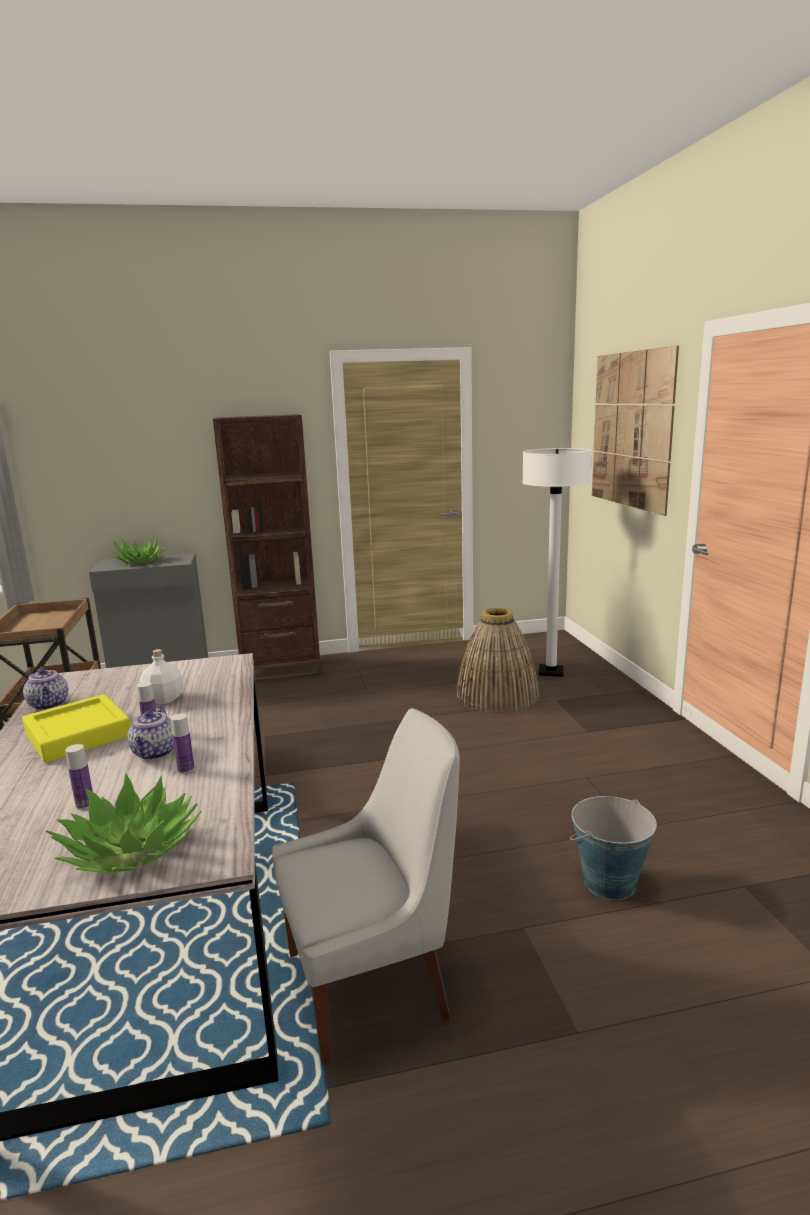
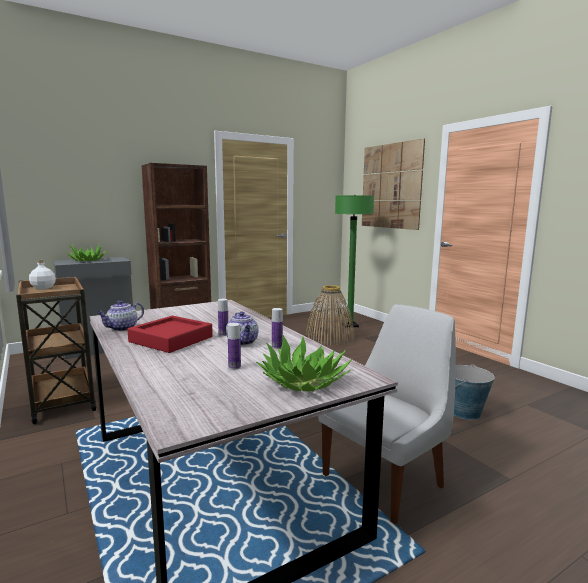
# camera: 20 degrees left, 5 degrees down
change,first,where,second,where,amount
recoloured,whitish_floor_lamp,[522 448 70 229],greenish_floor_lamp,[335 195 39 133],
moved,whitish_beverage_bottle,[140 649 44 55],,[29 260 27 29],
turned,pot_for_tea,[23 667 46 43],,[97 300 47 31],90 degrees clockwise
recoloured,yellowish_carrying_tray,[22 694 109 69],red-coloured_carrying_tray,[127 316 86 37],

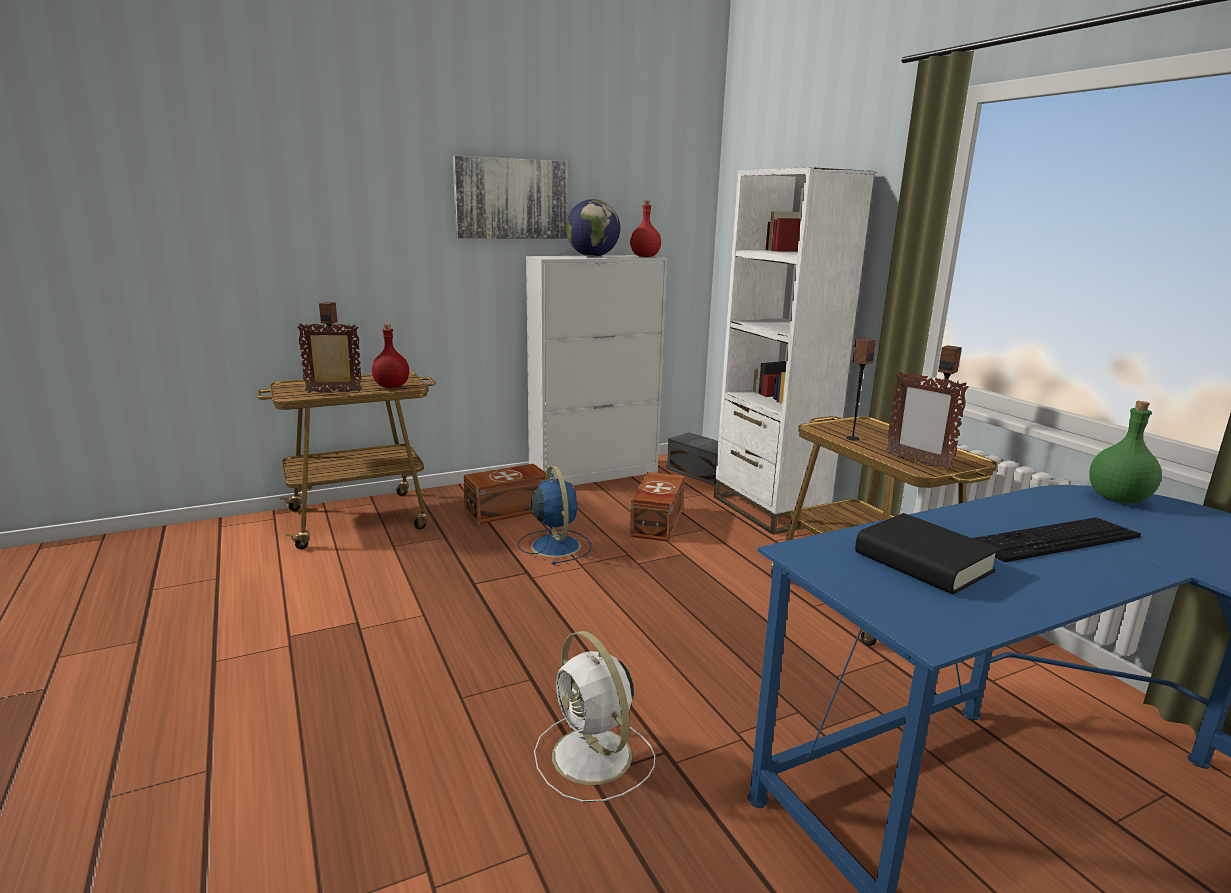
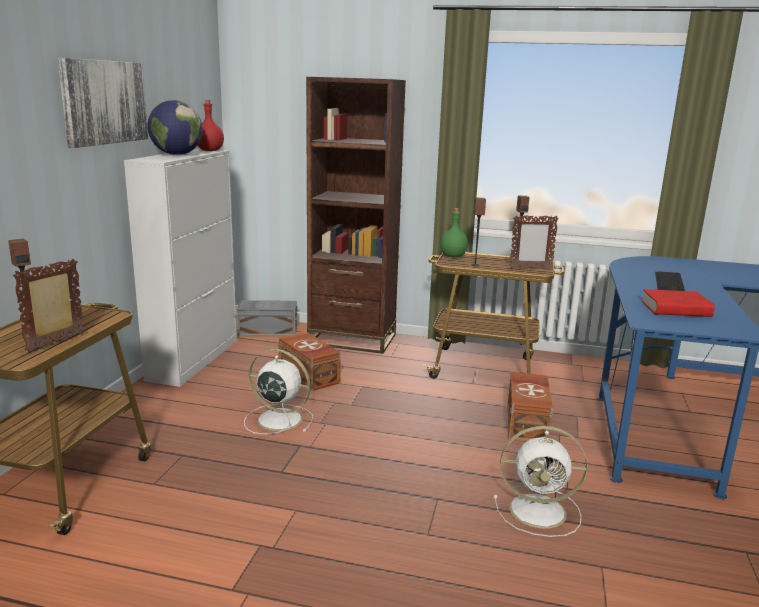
# camera: 50 degrees left, 0 degrees up
change,first,where,second,where,amount
recoloured,whitish_shelving_unit,[714 167 161 368],brown_shelving_unit,[306 77 100 277],
removed,red-coloured_beverage_bottle,[372 324 37 64],,,
moved,greenish_beverage_bottle,[1089 401 73 102],,[440 208 28 49],
moved,brown_storage_bin,[463 464 83 60],,[508 372 45 70],
recoloured,blue_electric_fan,[518 466 73 99],whitish_electric_fan,[244 349 69 85],
recoloured,black-coloured_volume,[855 513 145 81],red-coloured_volume,[641 289 74 28],

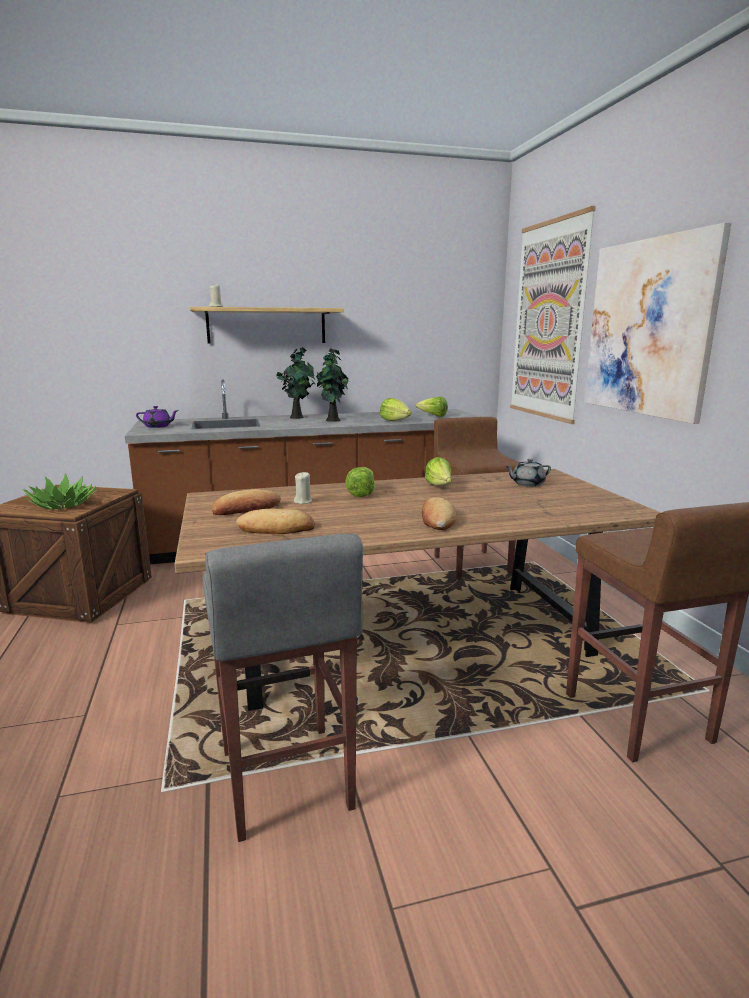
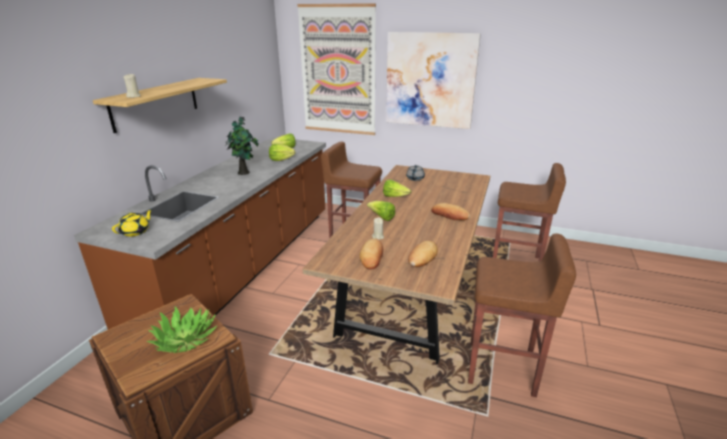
# camera: 55 degrees left, 10 degrees up
change,first,where,second,where,amount
removed,potted_plant,[276 347 39 72],,,
recoloured,purple_pot_for_tea,[136 406 43 22],yellowish_pot_for_tea,[112 209 40 28],
recoloured,greyish_sitting_stool,[203 533 160 309],brown_sitting_stool,[468 233 108 164],

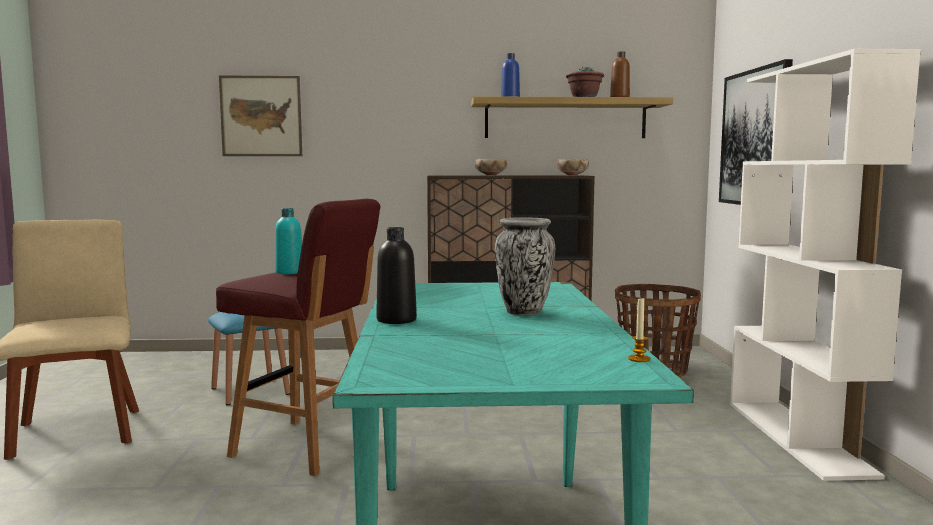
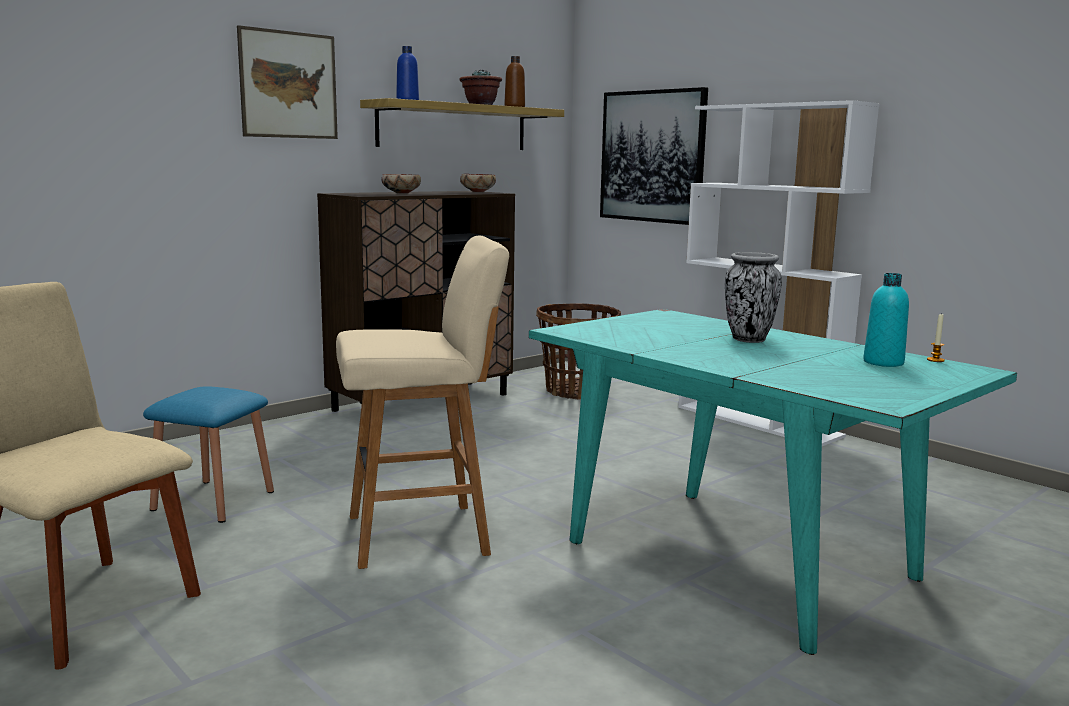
# camera: 40 degrees left, 5 degrees up
change,first,where,second,where,amount
moved,wall_picture,[219 75 83 81],,[237 25 101 114],
recoloured,red-coloured_sitting_stool,[216 199 164 277],sand-coloured_sitting_stool,[336 236 173 333],
moved,blue-green_beverage_bottle,[275 208 27 66],,[863 273 46 94],
removed,black-coloured_beverage_bottle,[376 227 41 97],,,

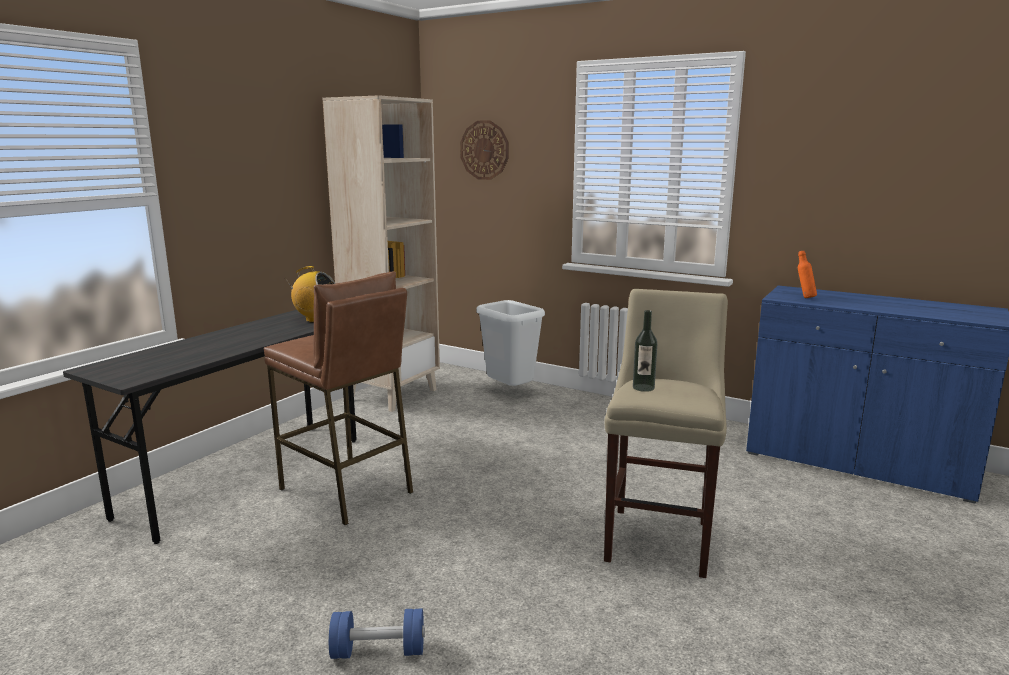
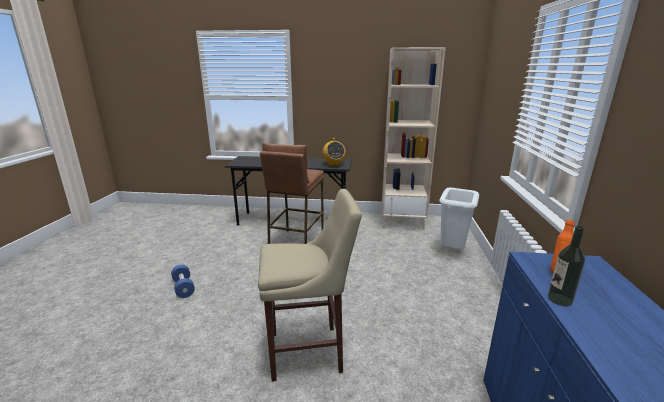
# camera: 65 degrees right, 5 degrees up
change,first,where,second,where,amount
removed,wall_clock,[460 120 49 60],,,
moved,beverage_bottle,[633 310 25 82],,[548 226 37 81],

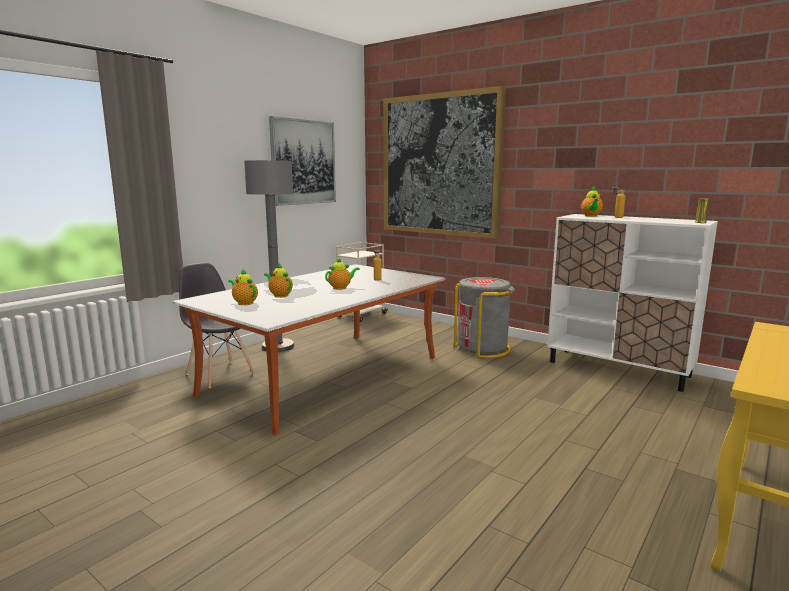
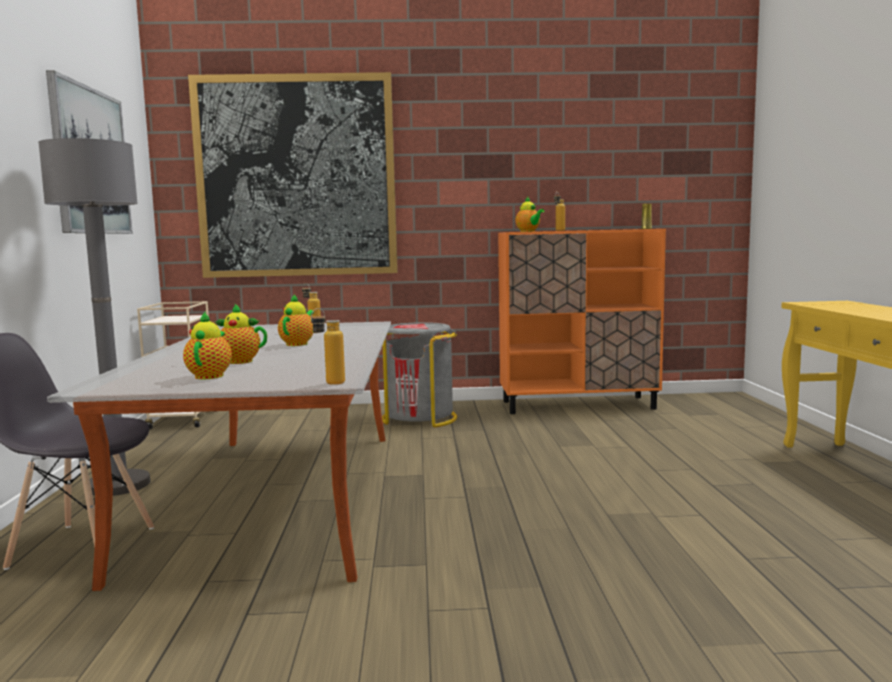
# camera: 40 degrees left, 5 degrees down
change,first,where,second,where,amount
recoloured,whitish_cabinet,[547 214 171 178],orangey_cabinet,[498 229 168 185],
turned,pot_for_tea,[228 269 30 36],,[183 311 49 68],90 degrees clockwise
added,,,beverage_bottle,[311 308 34 77],

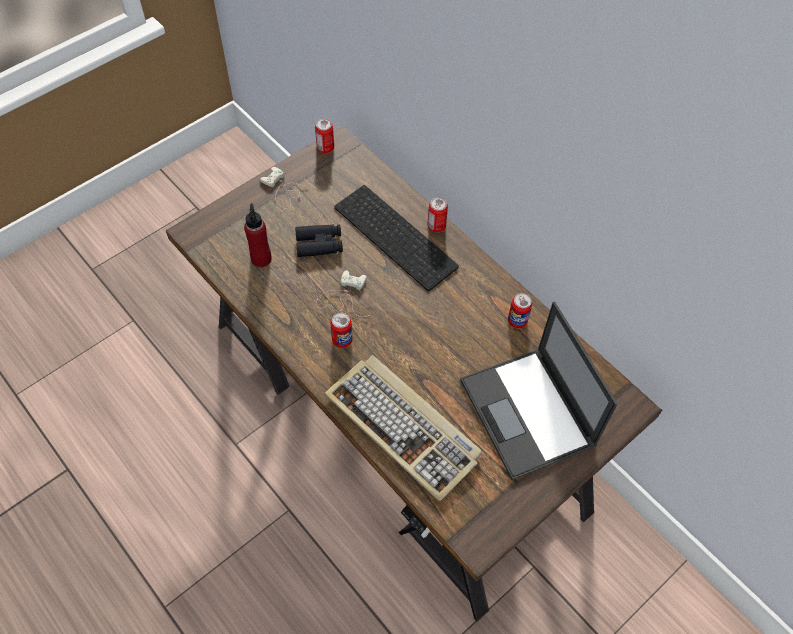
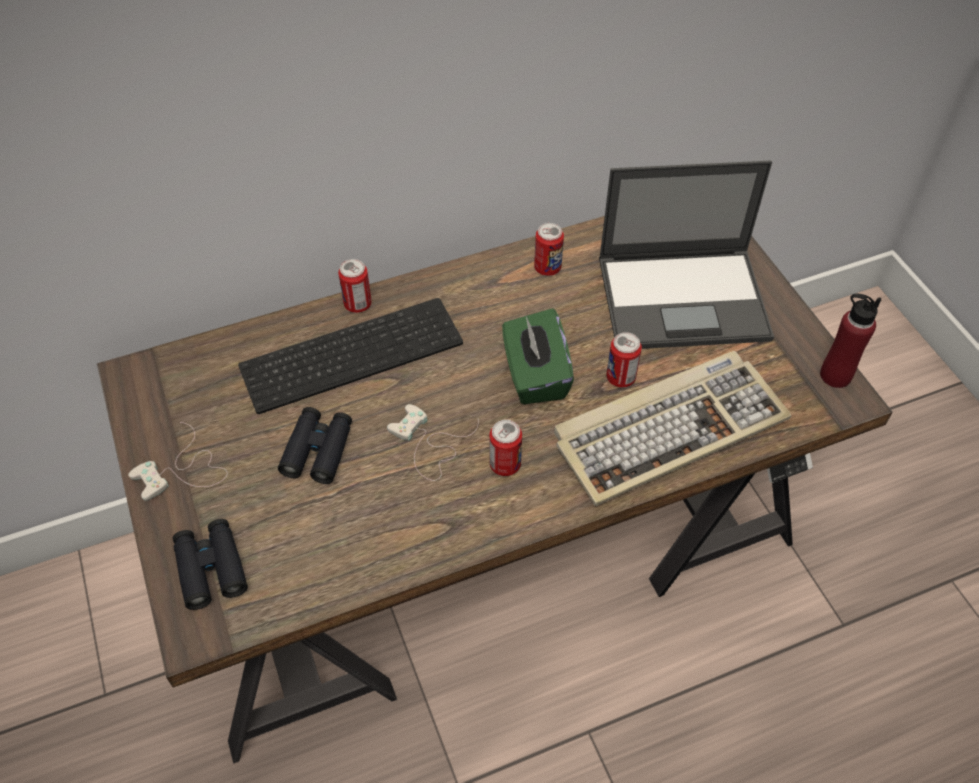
# camera: 70 degrees left, 5 degrees down
change,first,where,second,where,amount
moved,can,[315 119 19 34],,[606 332 36 55],
moved,red-coloured_beverage_bottle,[244 203 28 64],,[820 293 61 95],
added,,,greenish_tissue_holder,[502 308 72 96],
added,,,black-coloured_field_glasses,[173 519 75 91],

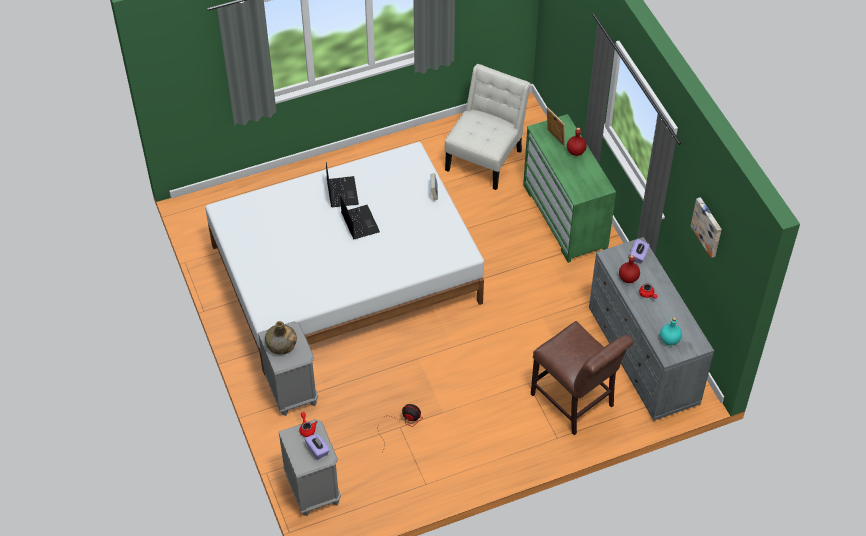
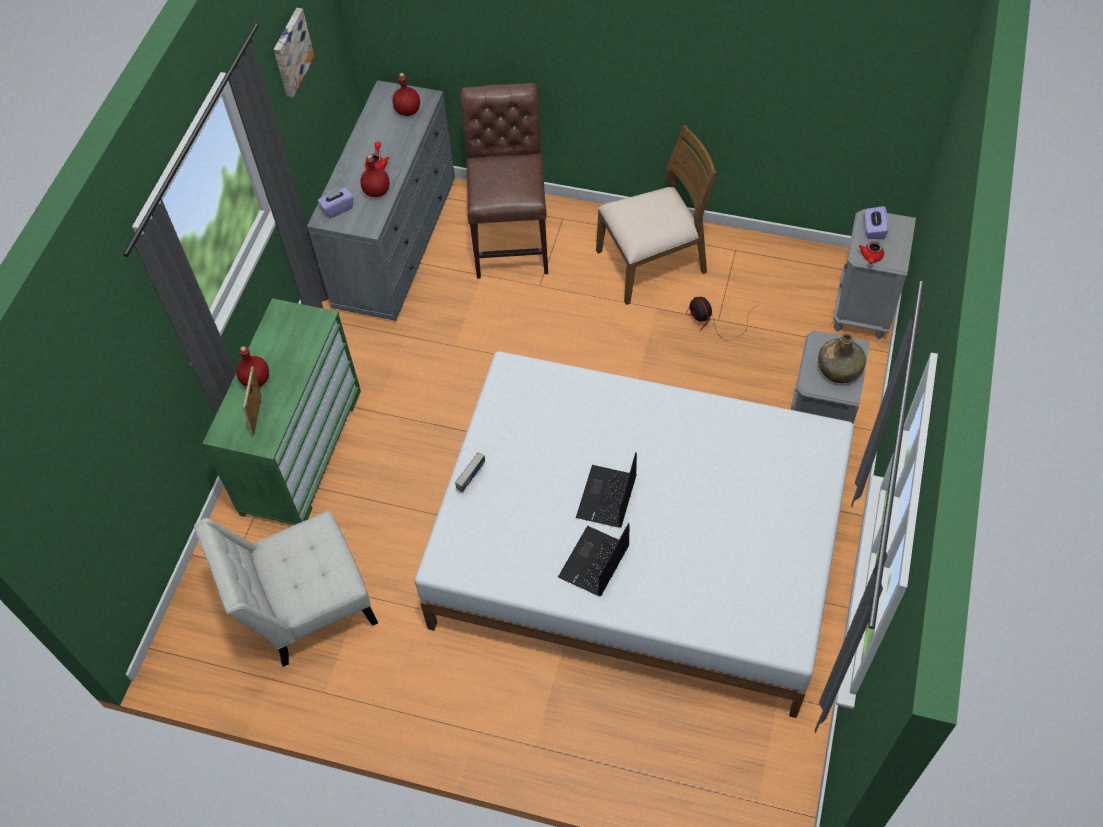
# camera: 140 degrees left, 5 degrees up
change,first,where,second,where,amount
recoloured,blue-green_beverage_bottle,[660 317 22 28],red-coloured_beverage_bottle,[393 73 27 43],
added,,,brown_chair,[596 125 121 180],

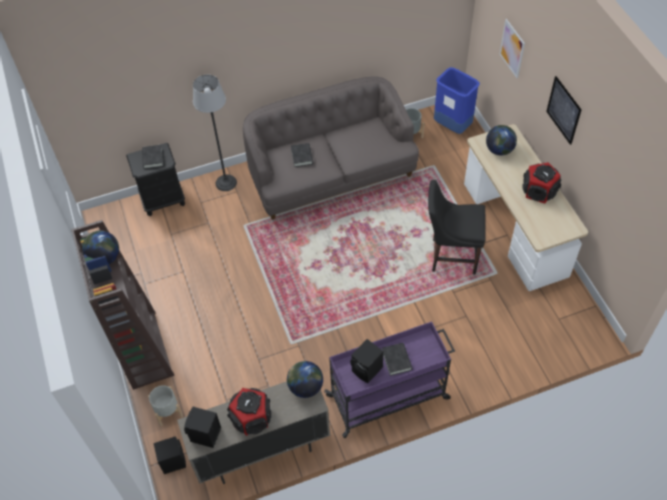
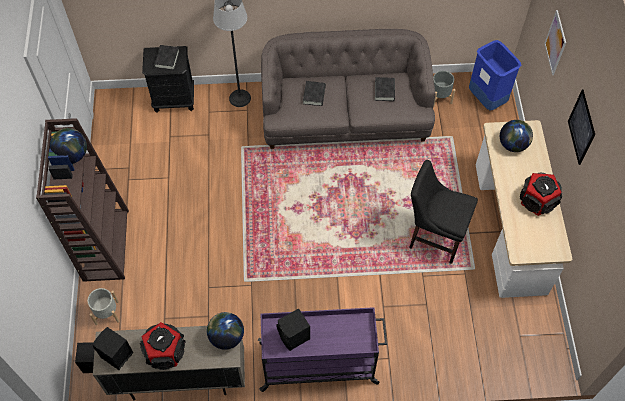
# camera: 15 degrees right, 5 degrees up
change,first,where,second,where,amount
moved,black-coloured_volume,[382 343 30 33],,[375 77 20 24],

